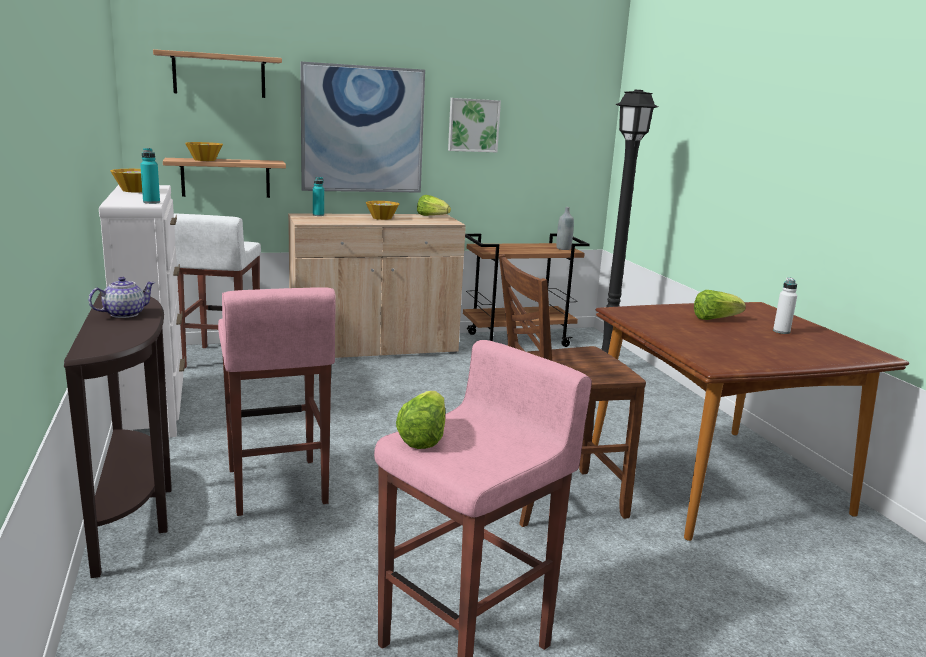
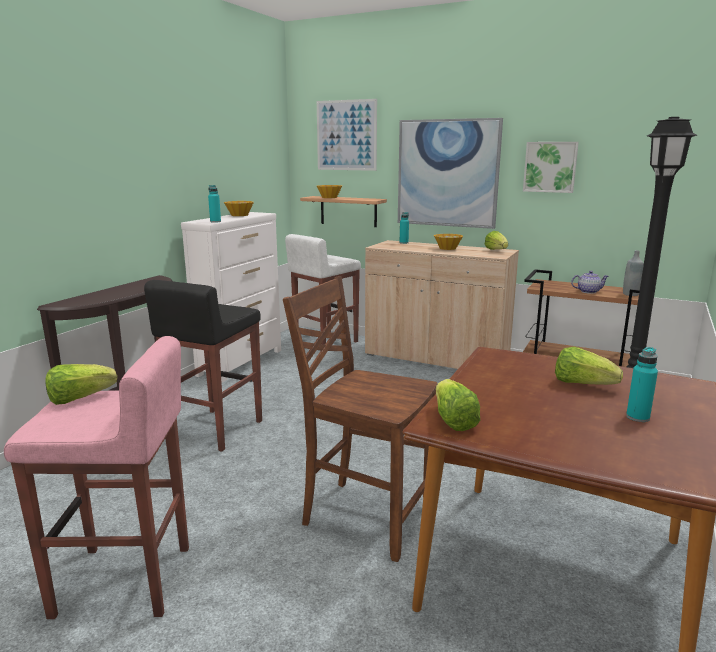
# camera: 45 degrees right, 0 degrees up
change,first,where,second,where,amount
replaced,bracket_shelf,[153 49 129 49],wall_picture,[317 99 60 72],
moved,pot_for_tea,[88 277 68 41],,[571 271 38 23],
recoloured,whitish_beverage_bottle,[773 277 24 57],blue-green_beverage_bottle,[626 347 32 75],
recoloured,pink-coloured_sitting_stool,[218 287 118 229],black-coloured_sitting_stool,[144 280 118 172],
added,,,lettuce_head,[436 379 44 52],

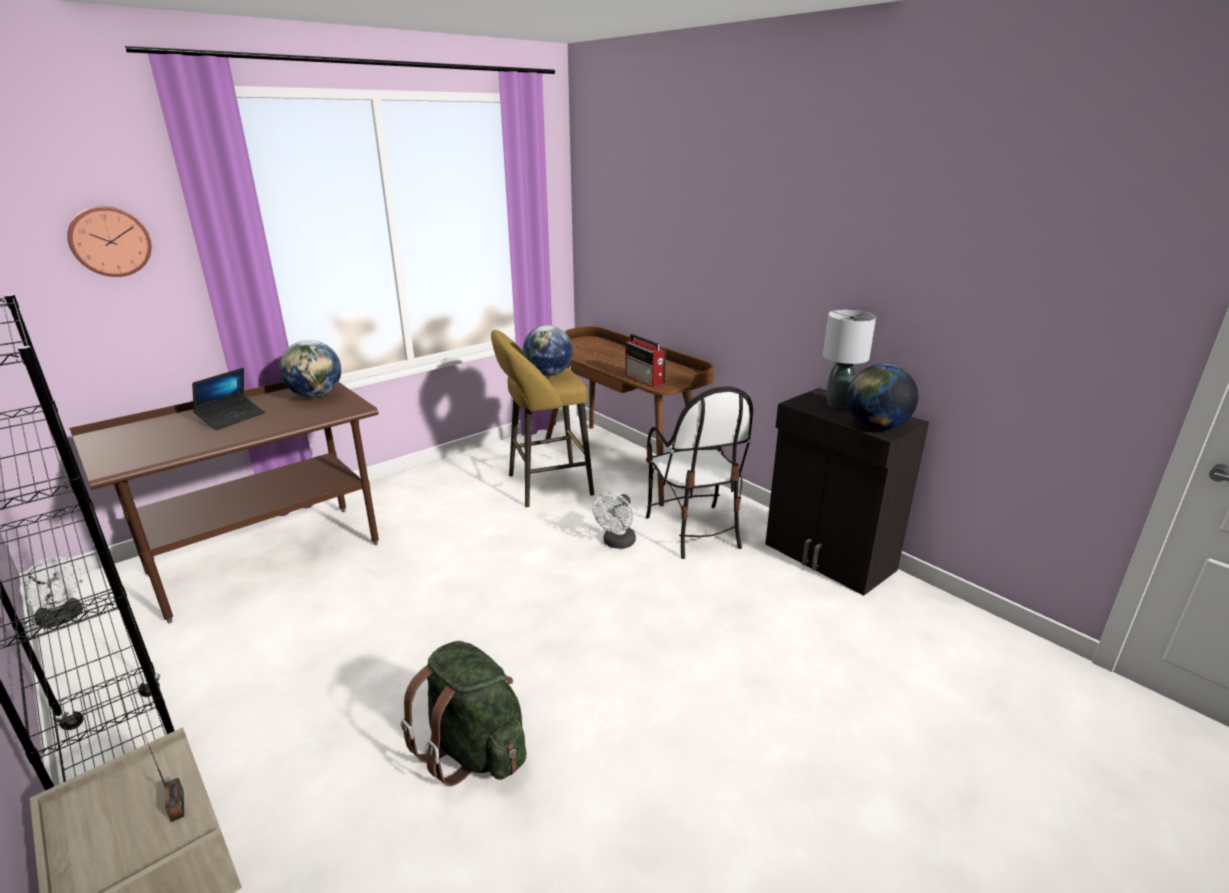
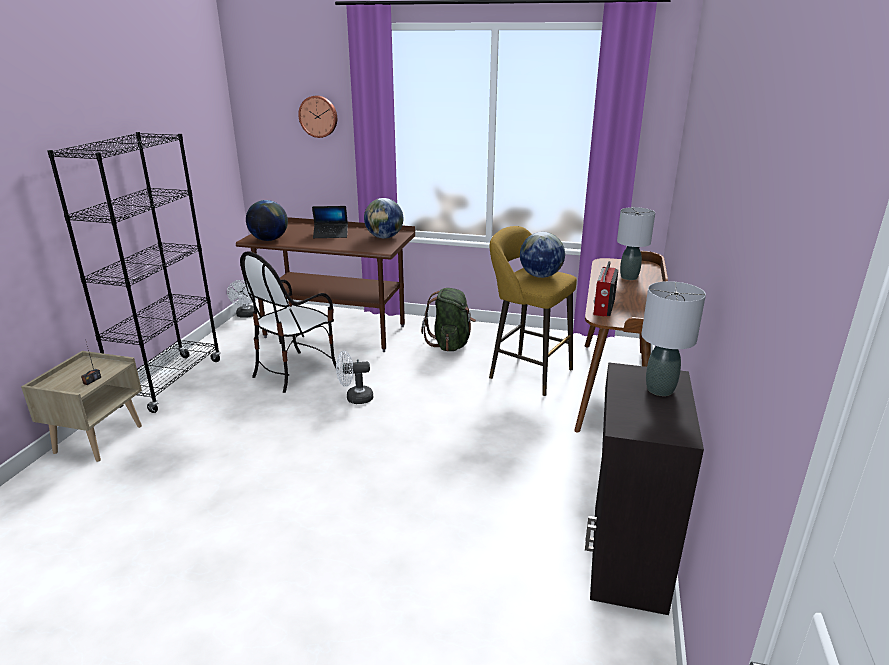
# camera: 55 degrees right, 0 degrees up
change,first,where,second,where,amount
moved,desk_globe,[847 364 71 66],,[246 200 42 41],
moved,chair,[646 386 107 173],,[240 251 98 142],
moved,whitish_electric_fan,[593 492 43 57],,[336 351 37 53],
moved,greenish_rucksack,[401 641 126 145],,[421 288 55 63],
added,,,greyish_table_lamp,[617 207 38 73],

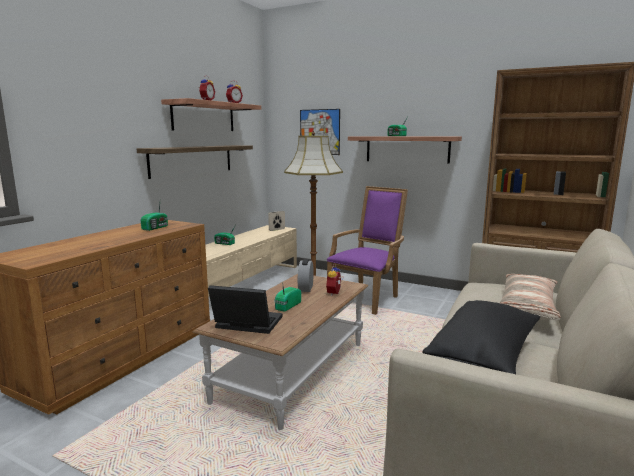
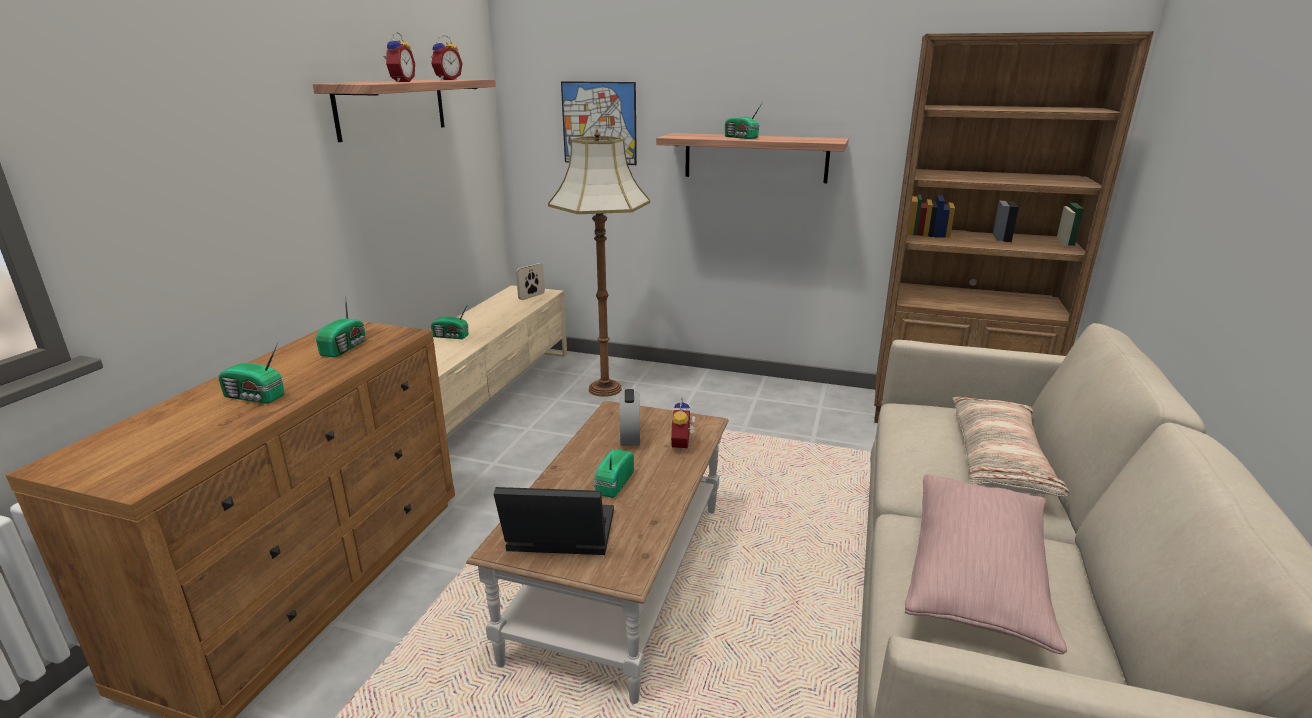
# camera: 10 degrees left, 10 degrees up
change,first,where,second,where,amount
removed,bracket_shelf,[137 145 116 34],,,
removed,purple_easy_chair,[327 186 81 129],,,
recoloured,black-coloured_cushion,[422 300 118 74],pink-coloured_cushion,[905 474 162 180],
added,,,radio,[218 343 67 61],

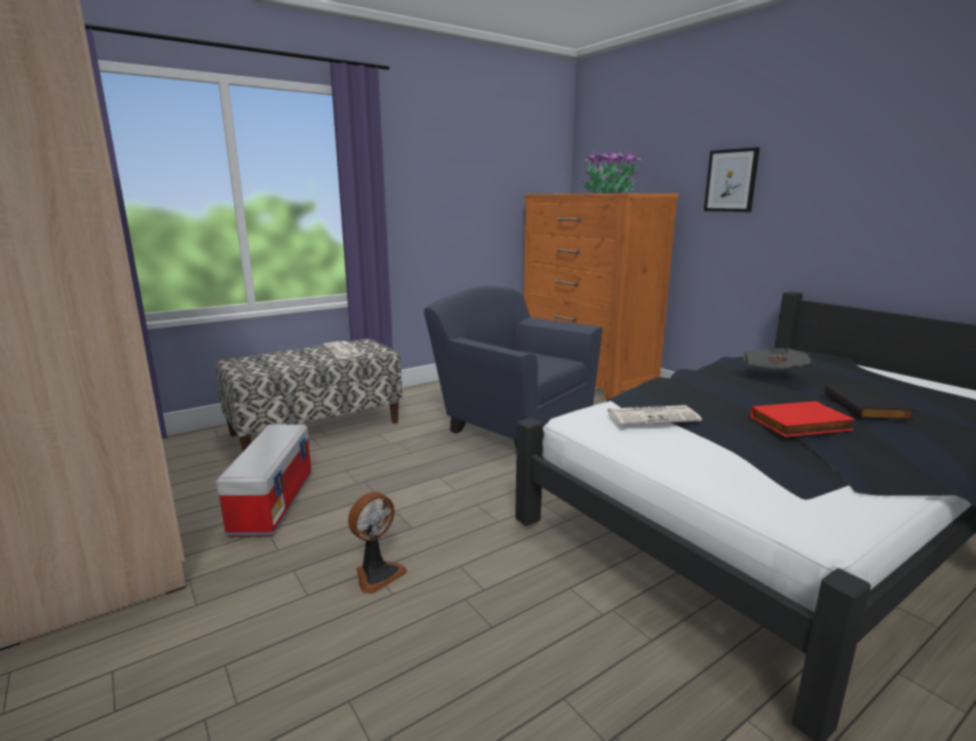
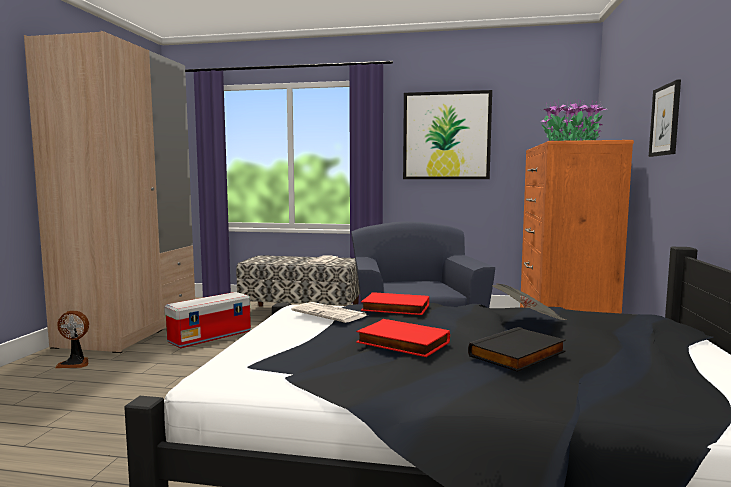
# camera: 45 degrees right, 10 degrees down
change,first,where,second,where,amount
moved,electric_fan,[348 491 59 103],,[55 311 34 57],
added,,,wall_picture,[403 90 89 89],
added,,,red-coloured_volume,[361 292 68 23],

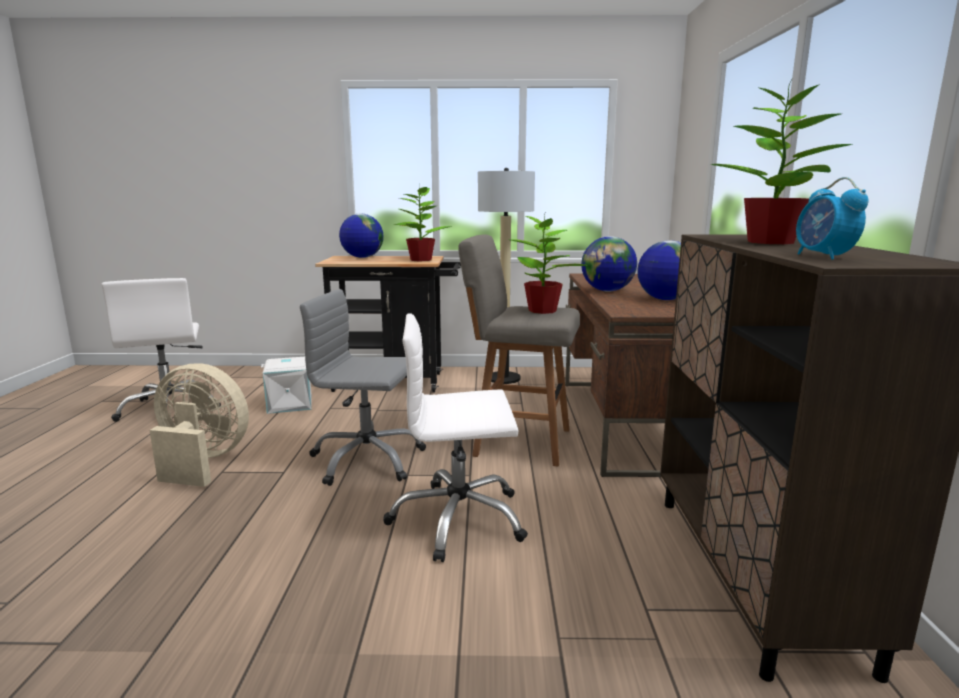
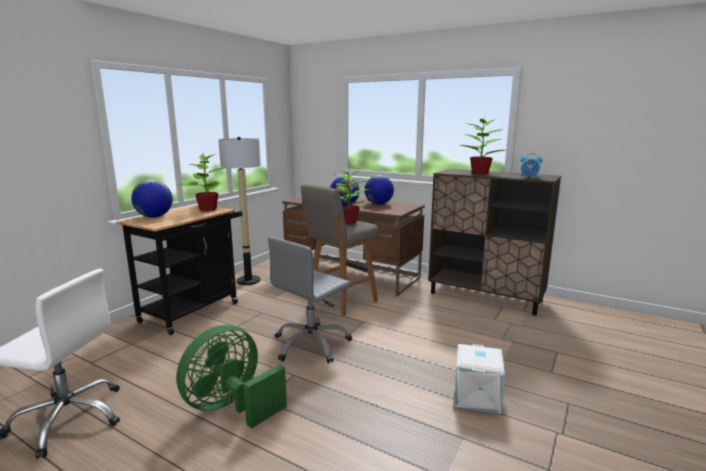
# camera: 60 degrees left, 0 degrees up
change,first,where,second,where,amount
removed,whitish_desk_chair,[383 313 145 249],,,
moved,whitish_storage_bin,[261 357 51 57],,[454 344 51 70],
recoloured,sand-coloured_electric_fan,[150 363 99 124],greenish_electric_fan,[176 325 111 103],

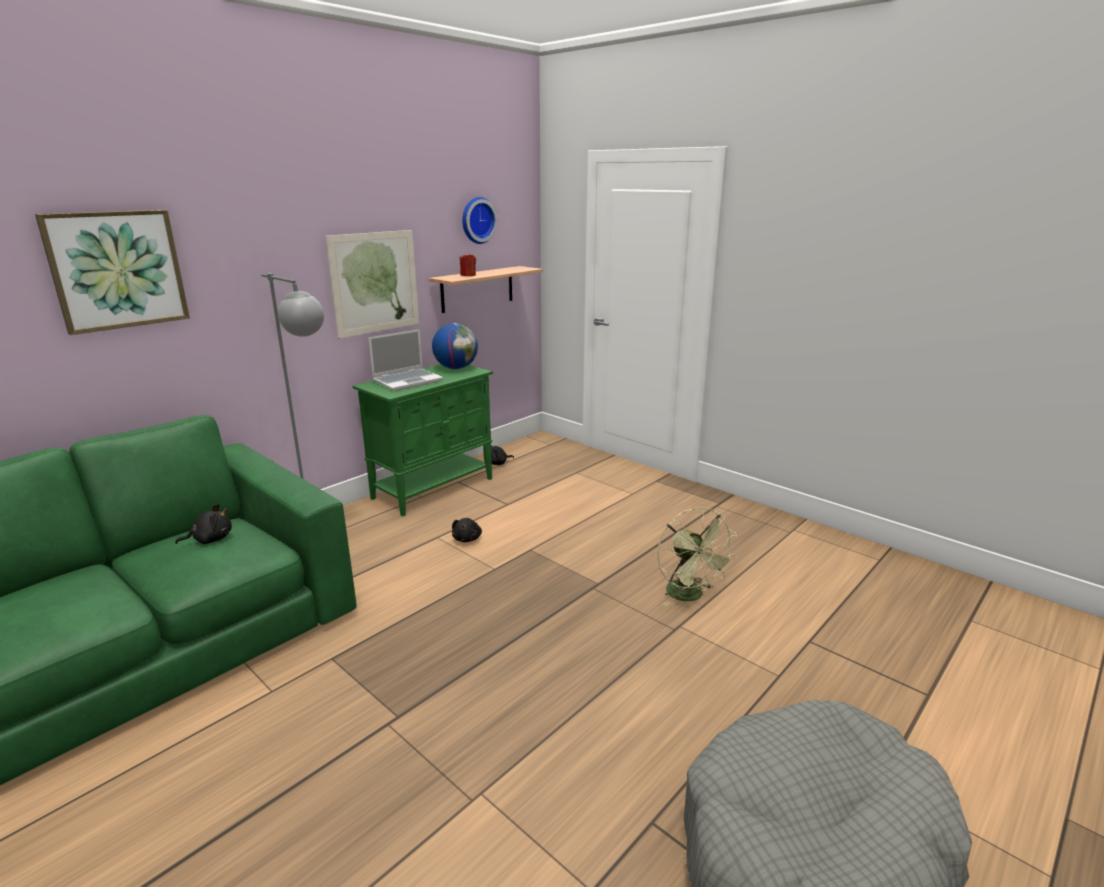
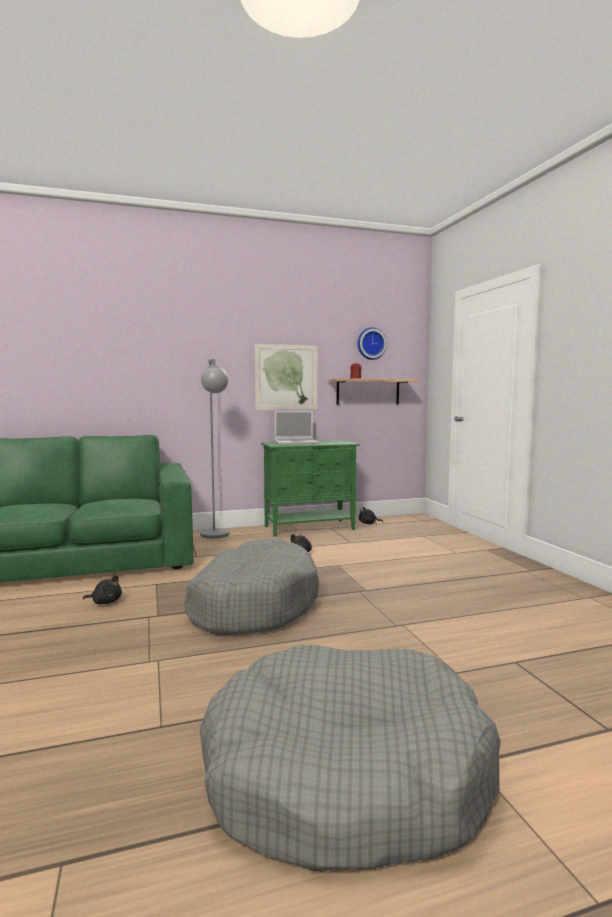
# camera: 30 degrees right, 15 degrees down
change,first,where,second,where,amount
removed,wall_picture,[35 210 155 125],,,
removed,desk_globe,[432 323 46 46],,,
moved,black-coloured_plush_toy,[175 504 57 40],,[83 576 39 28],
removed,greenish_electric_fan,[657 507 80 99],,,
added,,,greyish_dog_bed,[184 538 135 97],

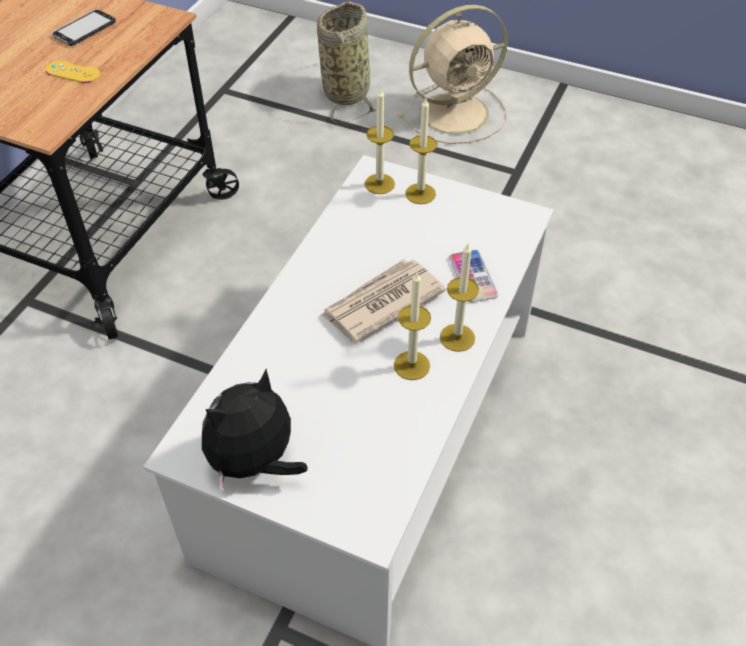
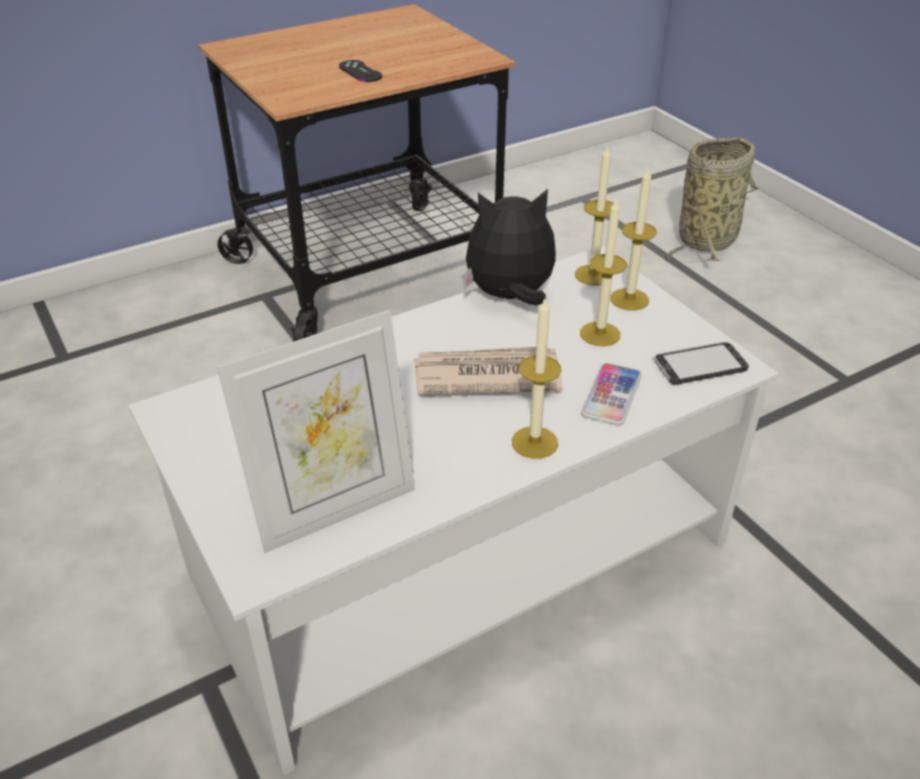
# camera: 35 degrees right, 10 degrees down
change,first,where,second,where,amount
removed,sand-coloured_electric_fan,[398 5 110 139],,,
moved,handset,[51 9 65 37],,[654 341 95 44],
recoloured,yellowish_game_controller,[46 60 54 23],black-coloured_game_controller,[339 60 43 22],
moved,wax_candle,[394 272 37 108],,[580 197 47 149],
moved,plush_toy,[202 369 105 123],,[462 189 94 117],
added,,,standing_frame,[217 310 198 243],

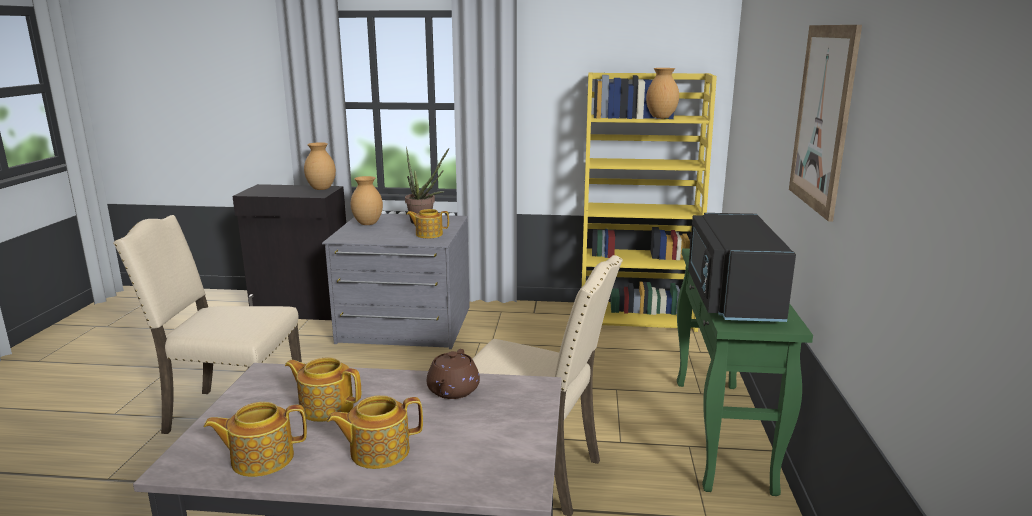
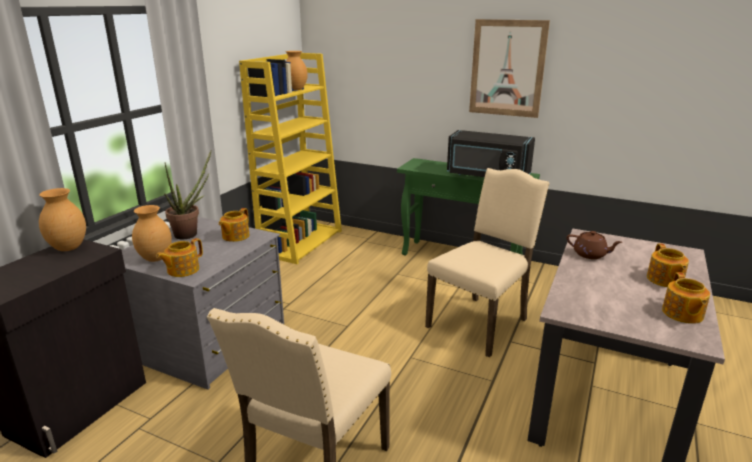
# camera: 70 degrees left, 5 degrees up
change,first,where,second,where,amount
moved,pot_for_tea,[285 357 76 65],,[156 238 47 39],

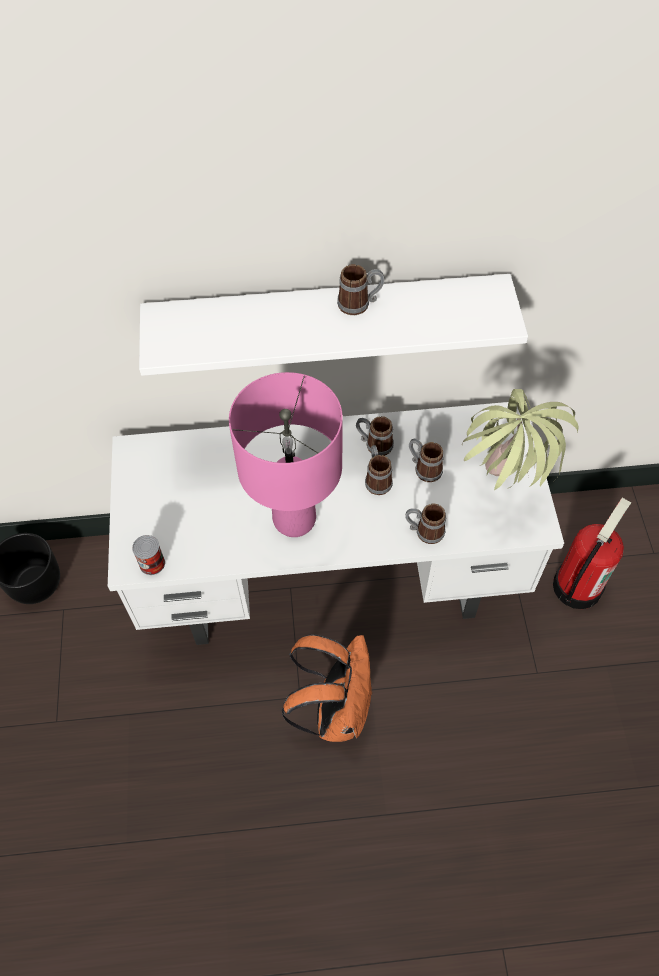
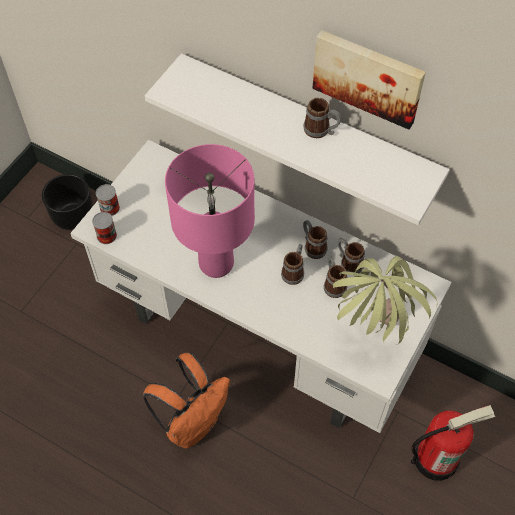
# camera: 35 degrees right, 0 degrees up
change,first,where,second,where,amount
moved,mug,[405 504 41 40],,[337 238 28 35],
added,,,wall_picture,[312 30 114 100],
added,,,can,[96 184 24 32],

